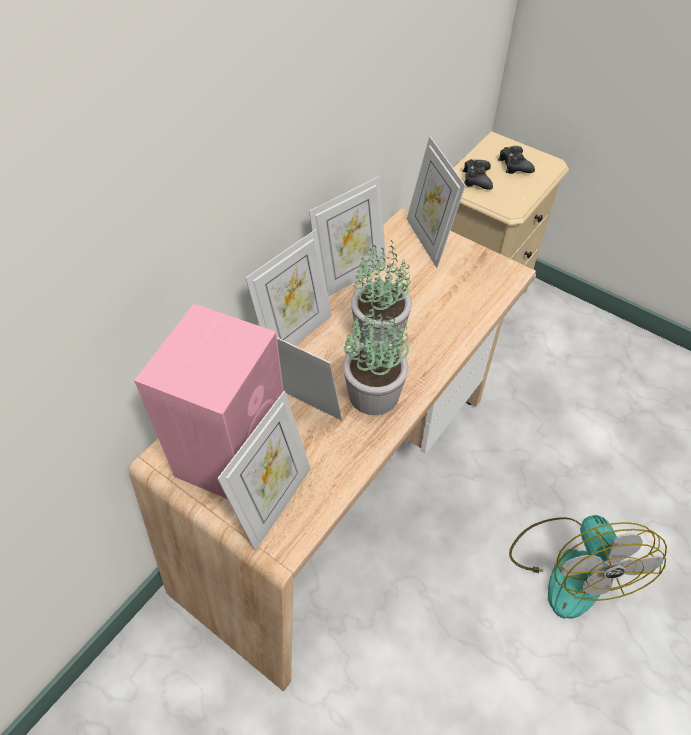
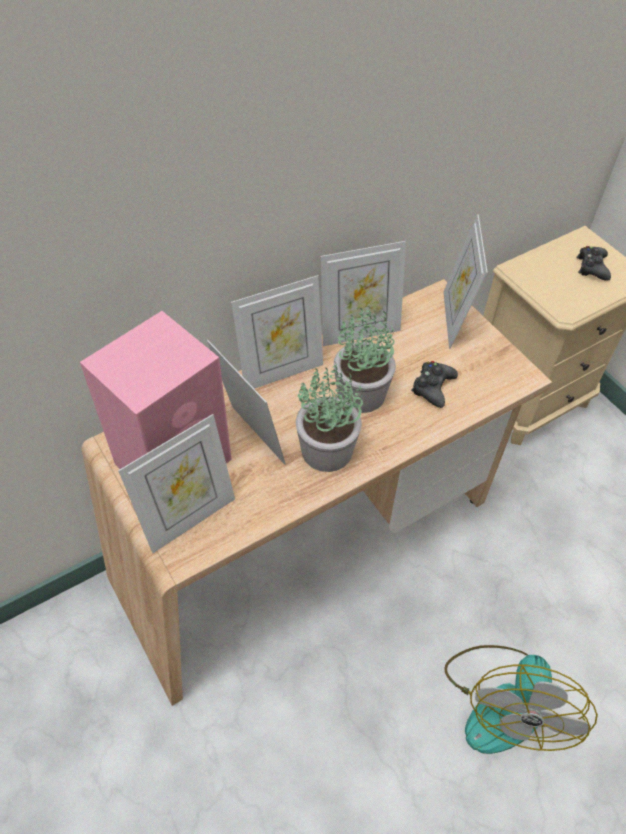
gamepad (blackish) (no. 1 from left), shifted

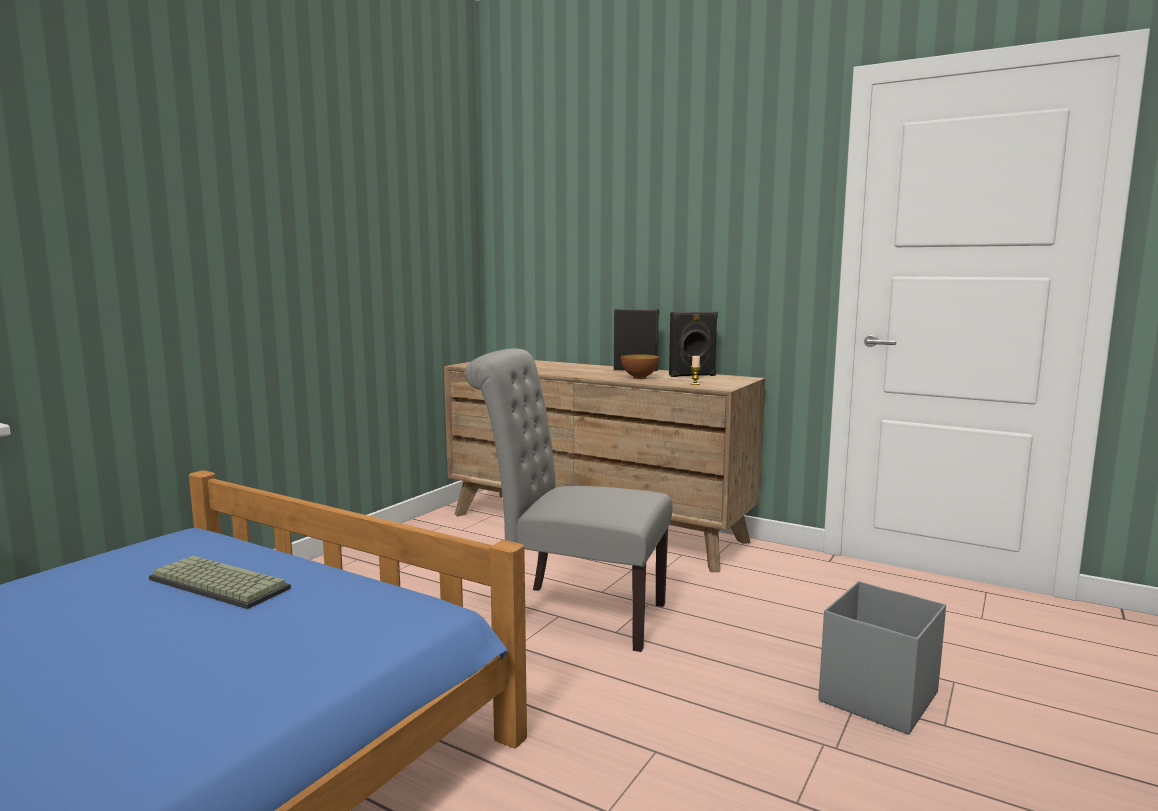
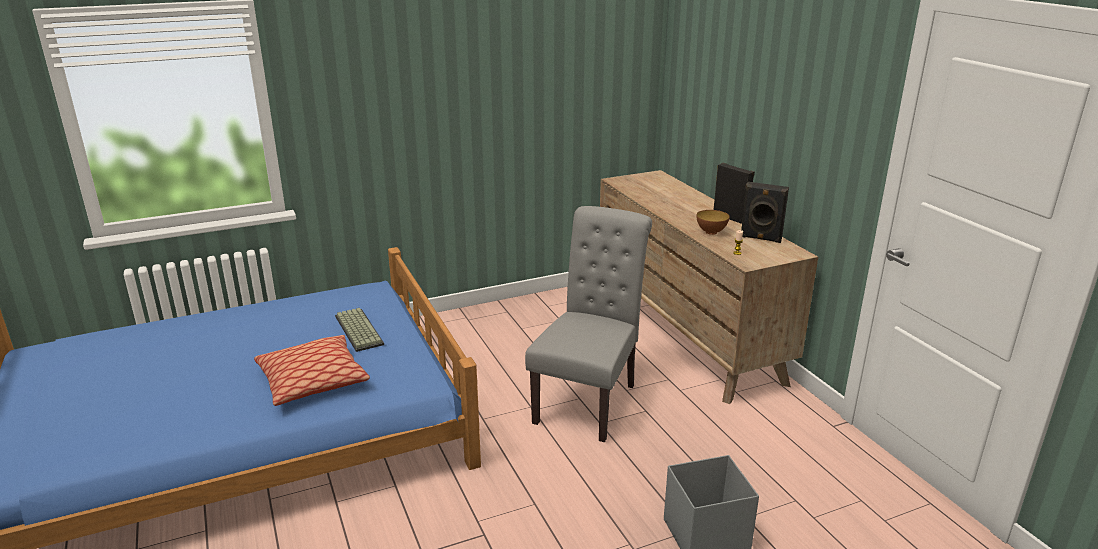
plain chair (gray), 60 degrees clockwise
nothing => cushion

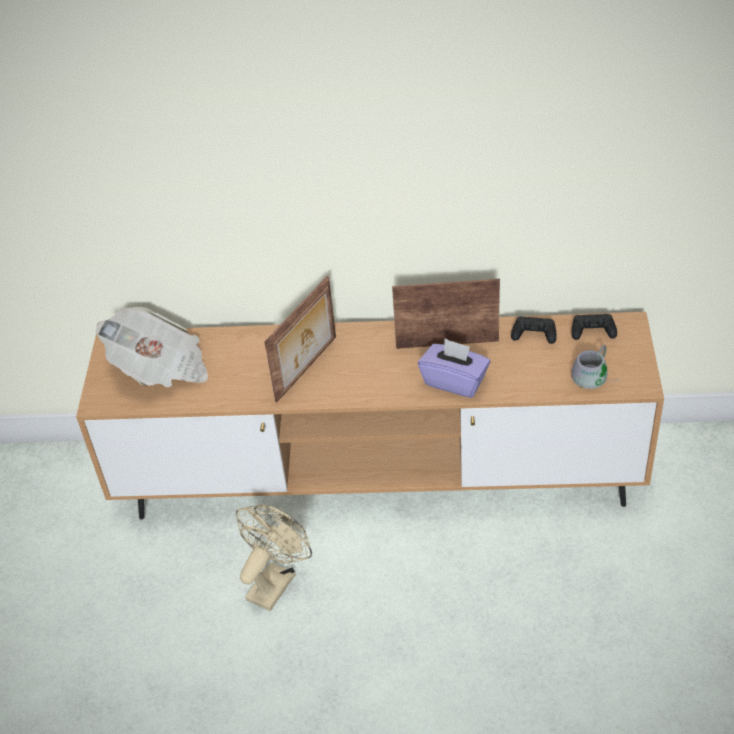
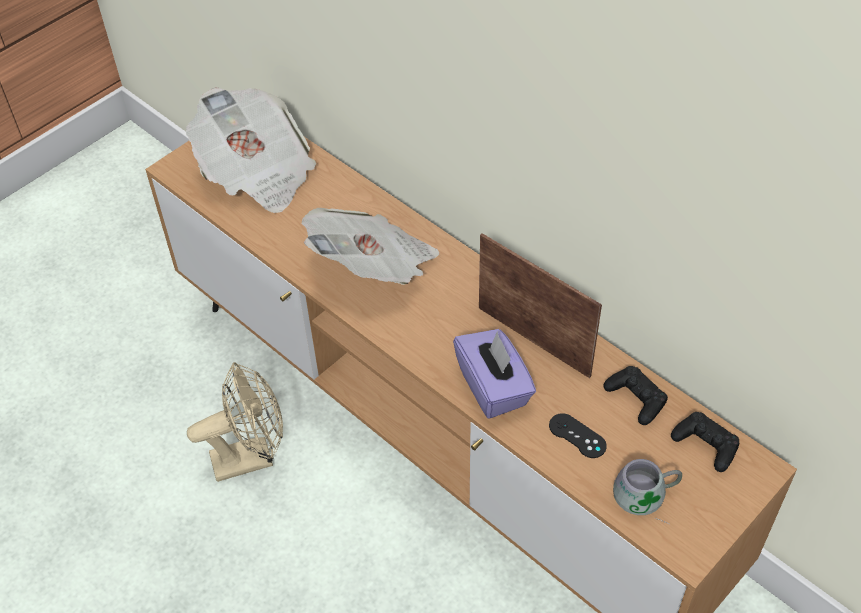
picture frame (no. 1 from left) => daily paper (no. 2 from left)
nothing => gamepad (blackish) (no. 1 from left)

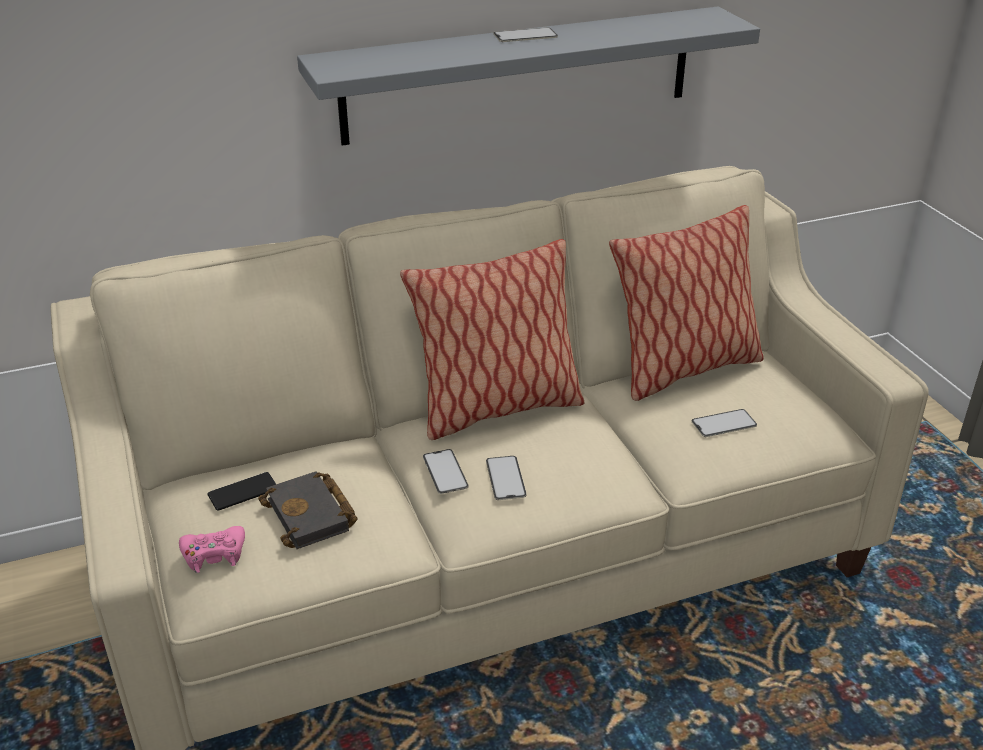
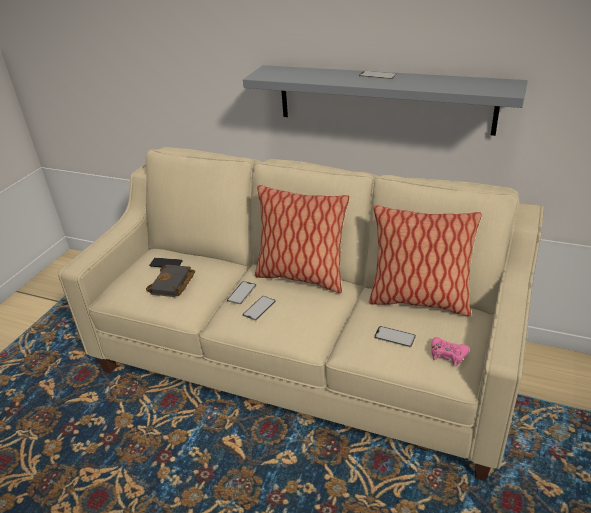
gamepad (pink-coloured), shifted

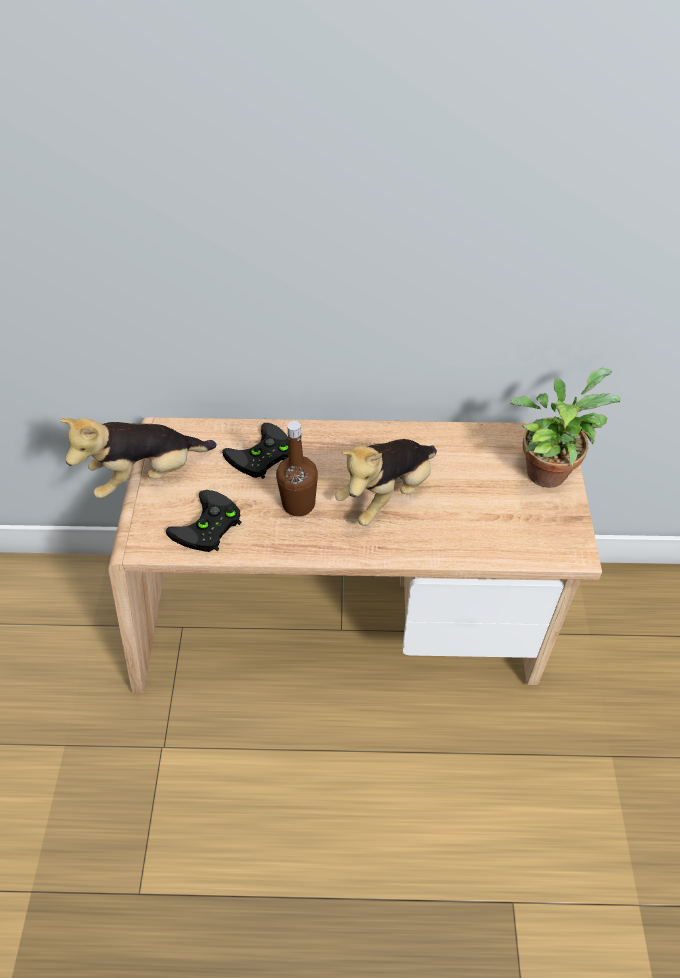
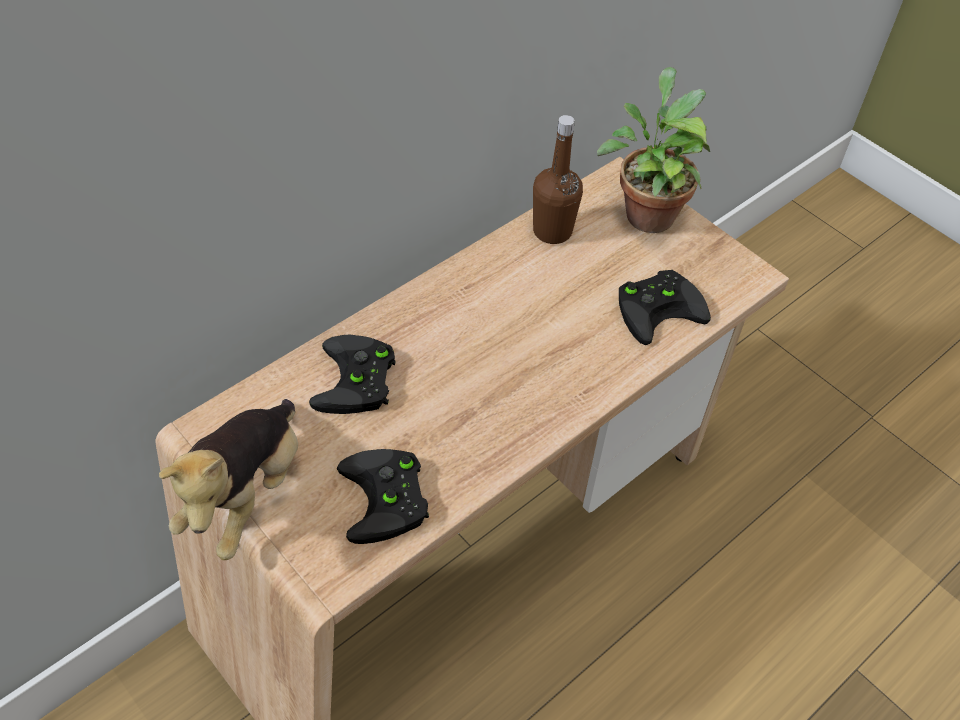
beverage bottle (brown), shifted
soft toy (no. 2 from left) => nothing
nothing => gamepad (blackish) (no. 3 from left)

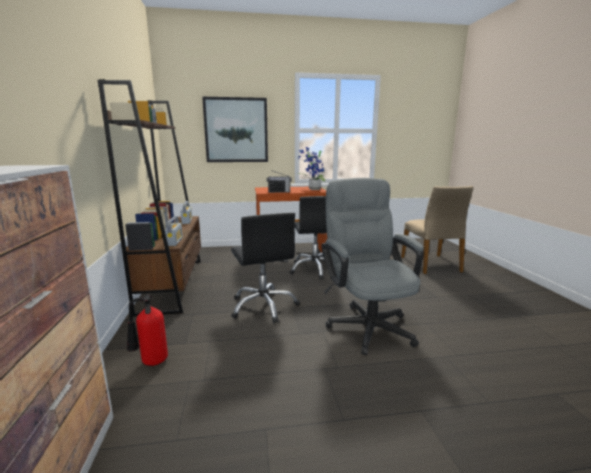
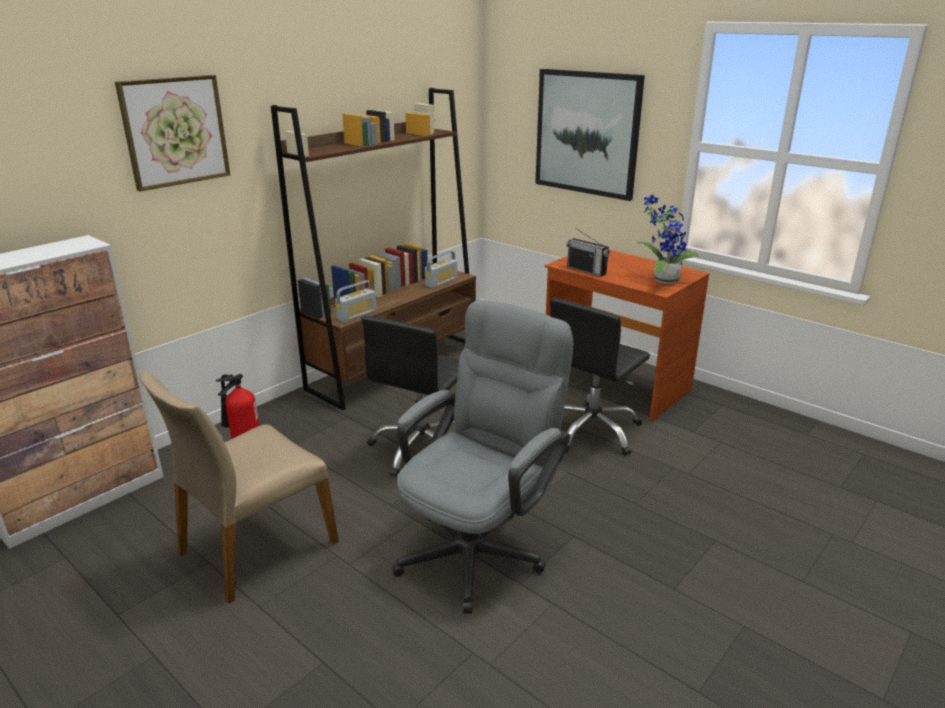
plain chair (beige-coloured), shifted
nothing => wall picture (no. 1 from left)

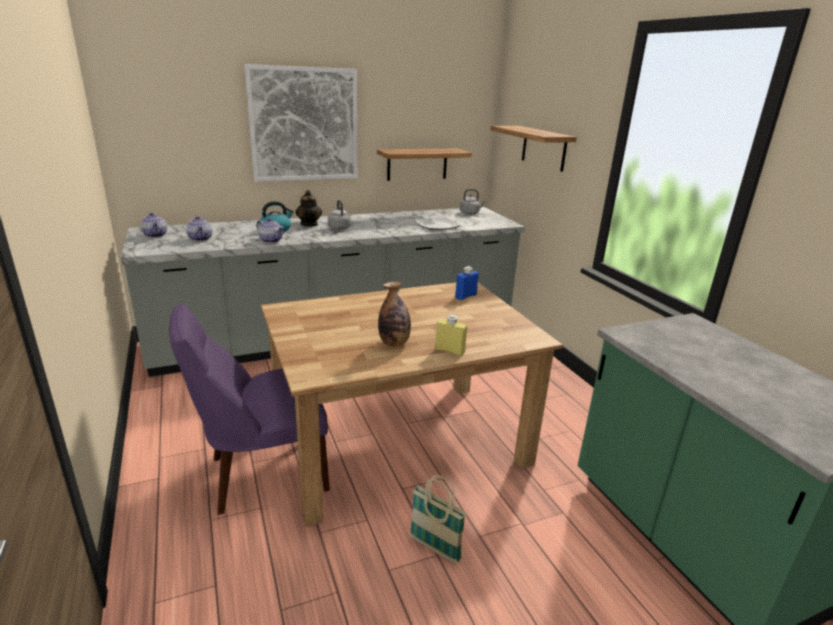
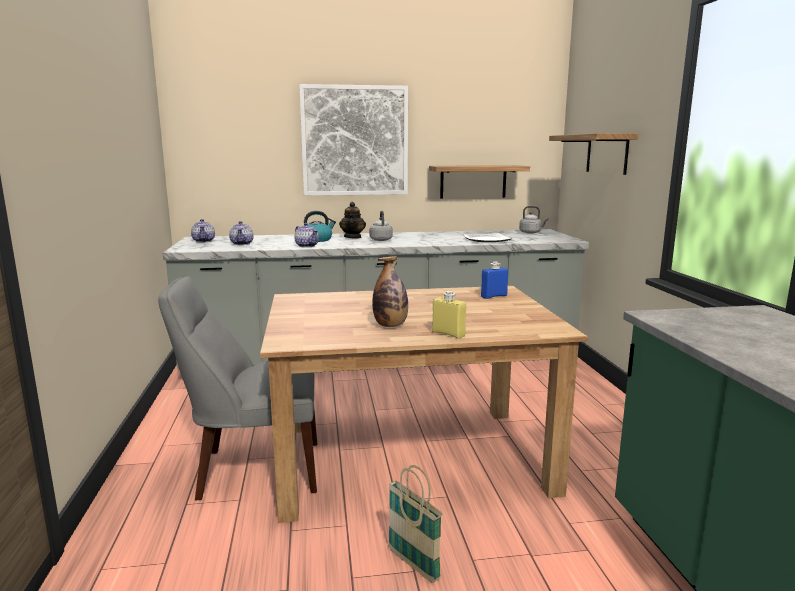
plain chair (purple-coloured) => plain chair (gray)

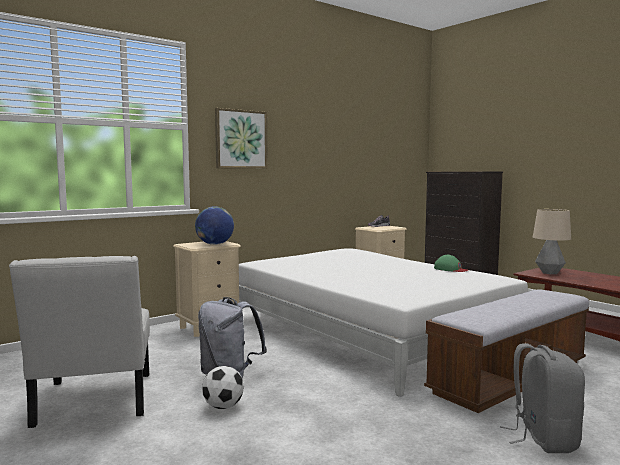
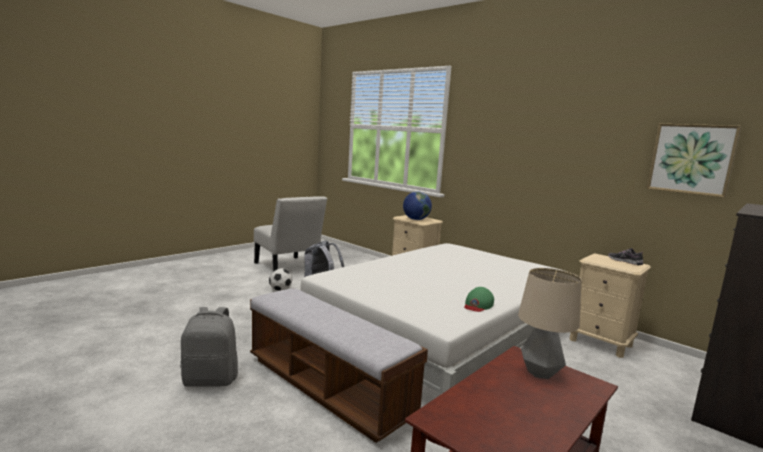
plain chair (white-coloured), 105 degrees counterclockwise
wall picture, shifted

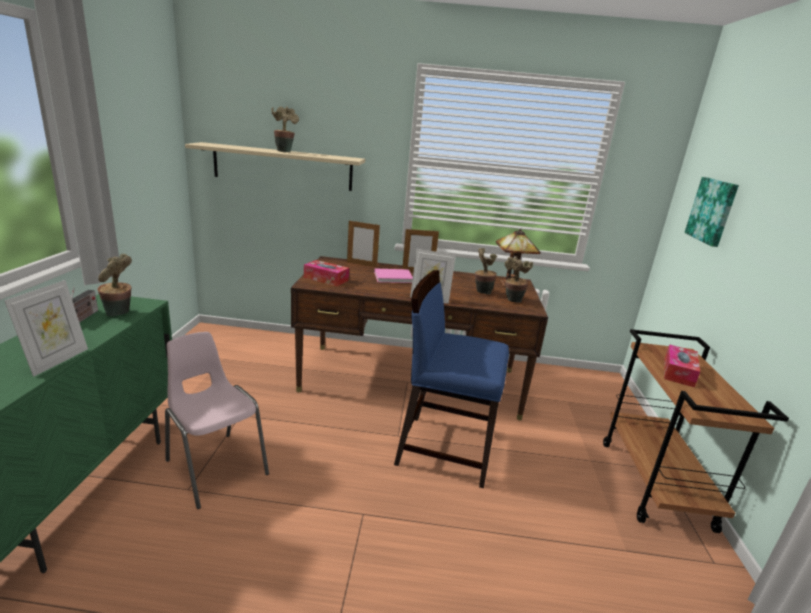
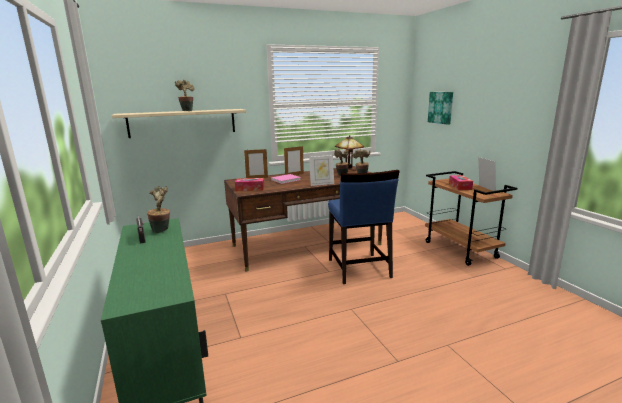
picture frame (no. 1 from left in the first image) => picture frame (no. 4 from left), shifted
plain chair (pink-coloured) => nothing
plain chair (bluish), 90 degrees counterclockwise

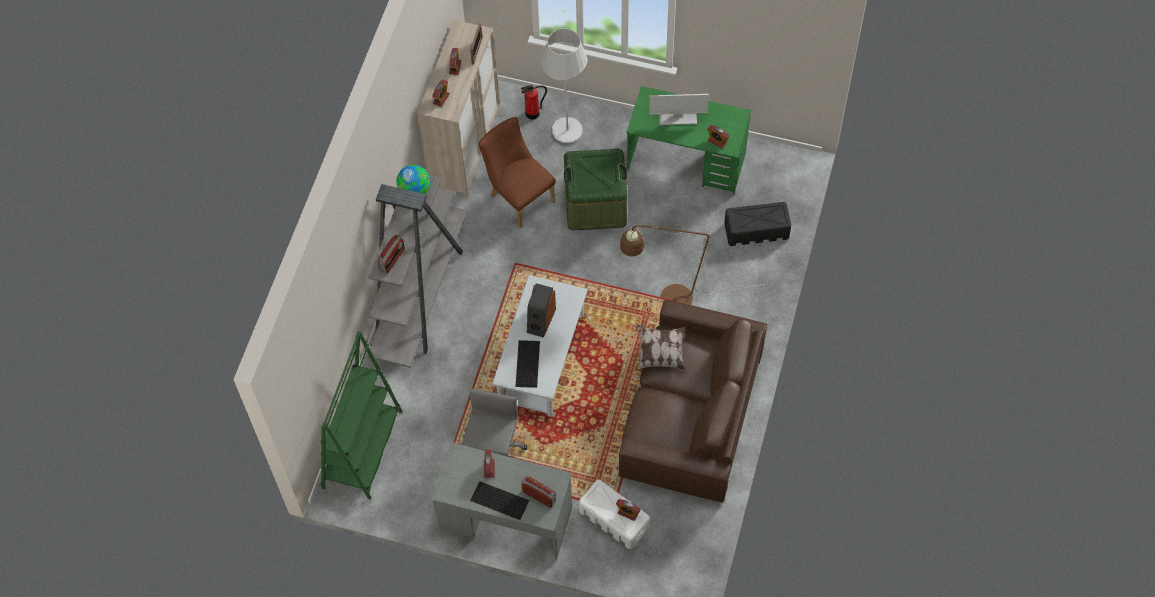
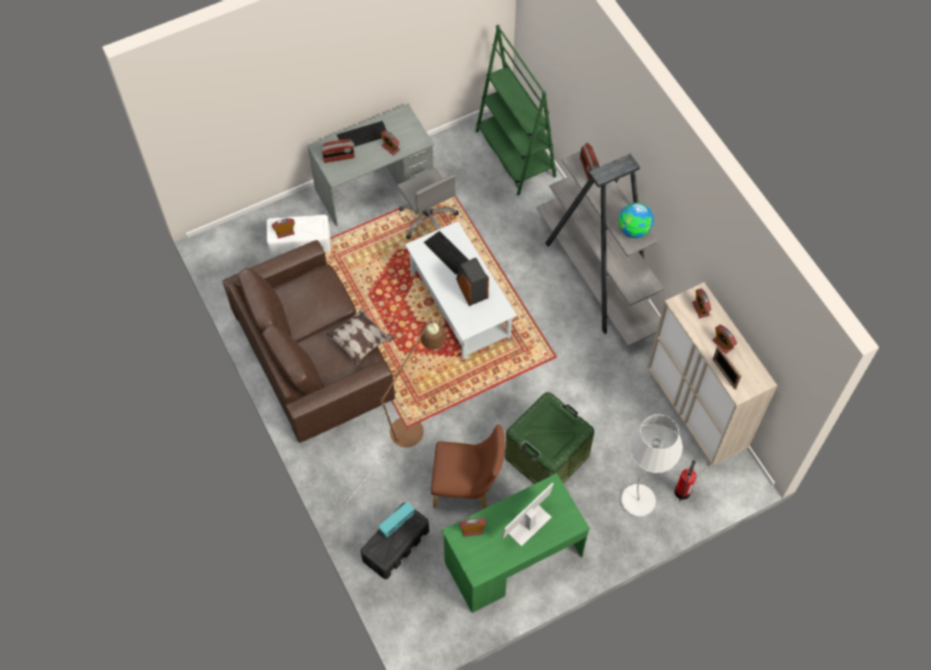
plain chair (brown), shifted
nothing => radio receiver (no. 2 from left)

